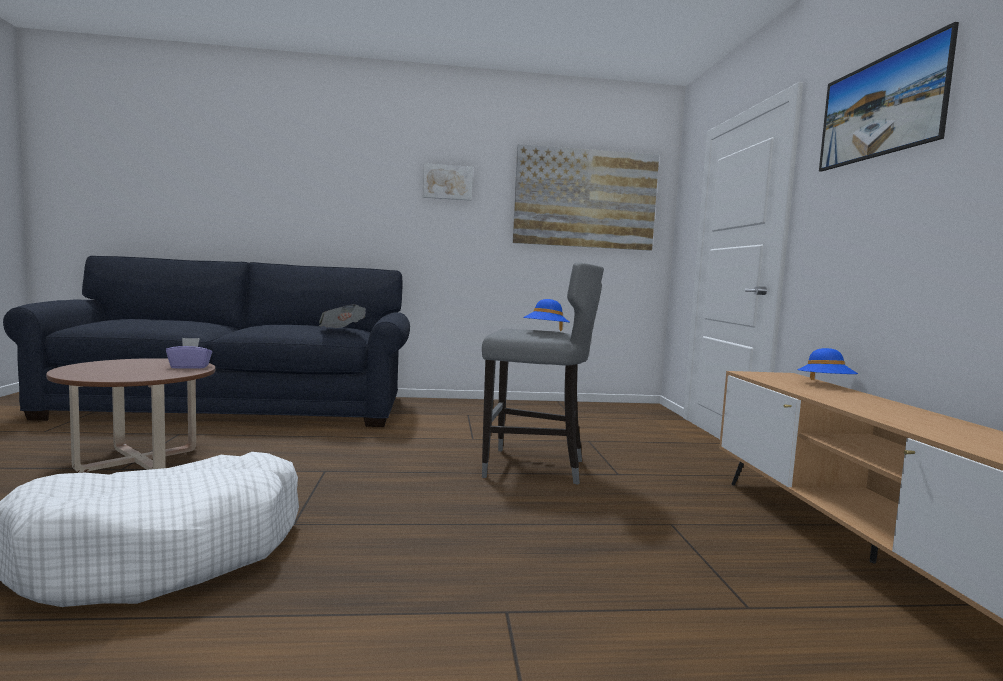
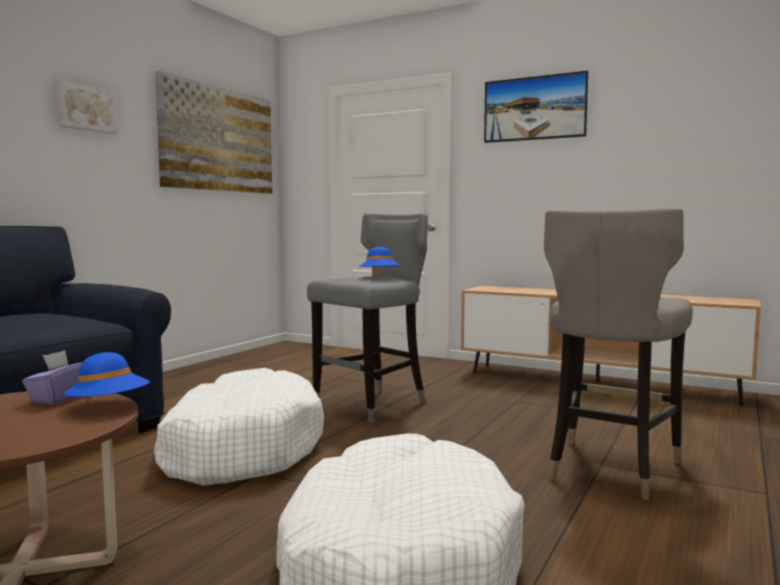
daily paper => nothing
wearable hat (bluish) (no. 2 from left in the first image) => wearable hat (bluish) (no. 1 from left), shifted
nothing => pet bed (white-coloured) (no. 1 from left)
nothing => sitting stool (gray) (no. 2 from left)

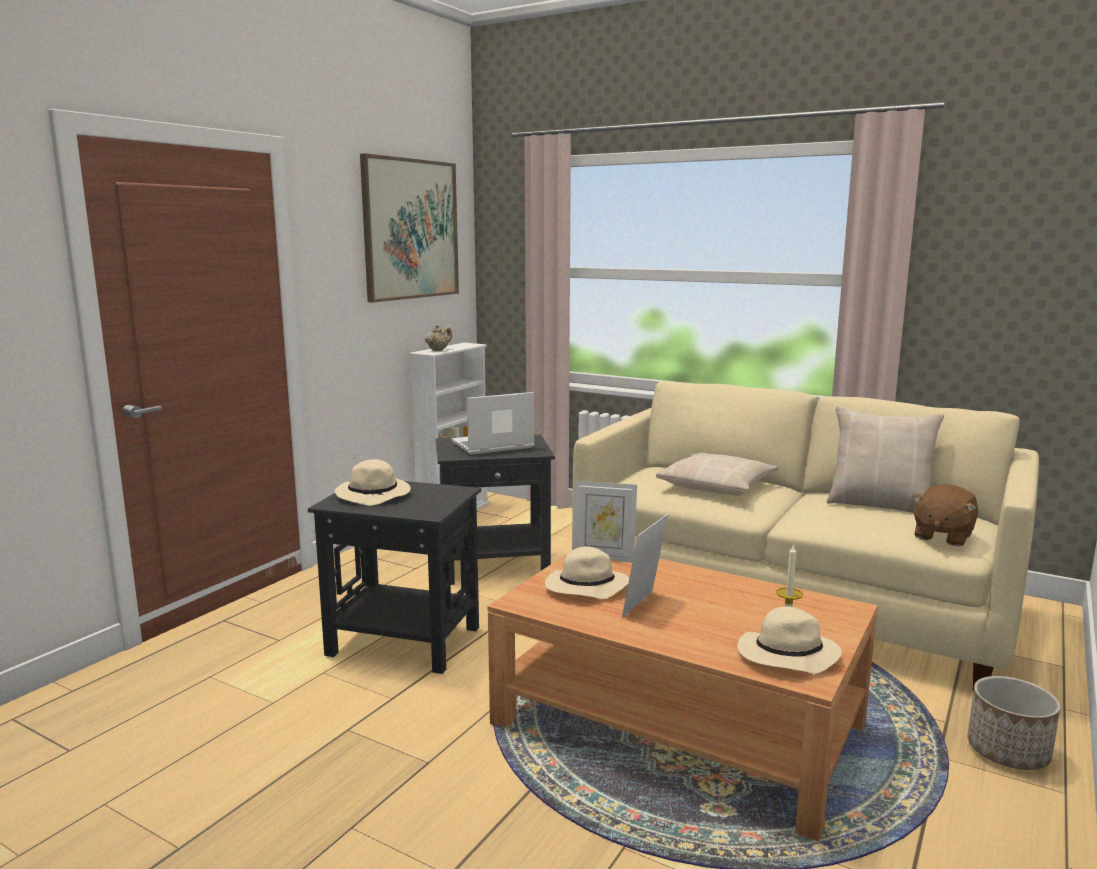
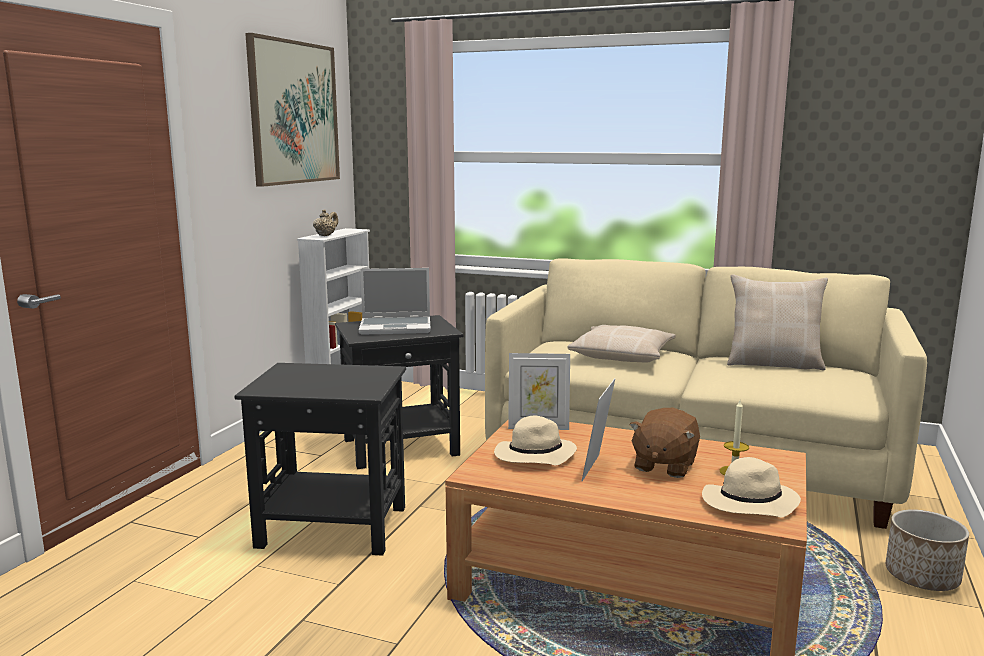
wearable hat (beige-coloured) (no. 1 from left) => nothing
laptop, 150 degrees counterclockwise
soft toy (brown), shifted

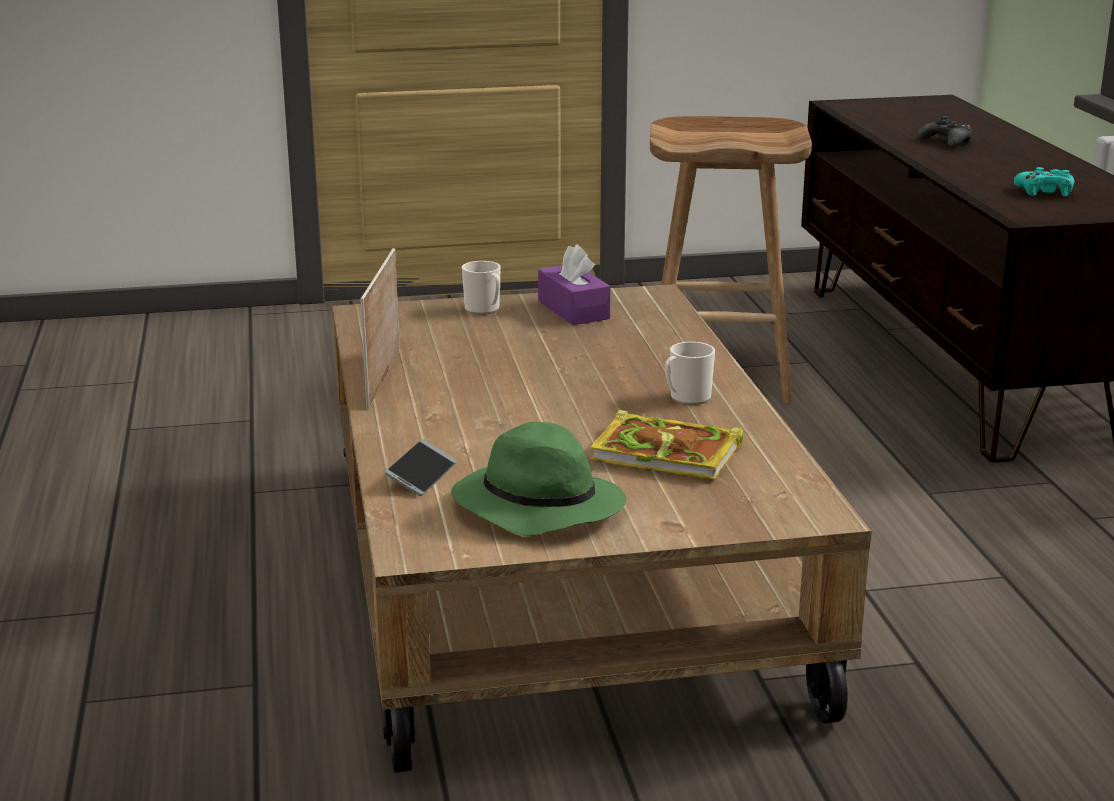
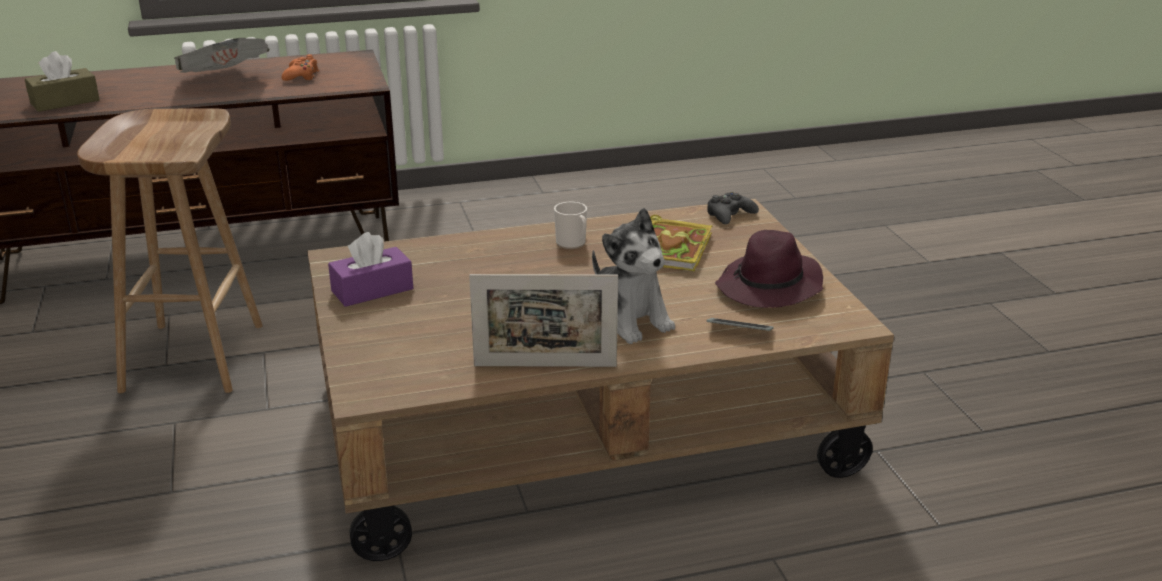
wearable hat (greenish) => wearable hat (purple-coloured)
mug (no. 1 from left) => nothing
gamepad (blackish), shifted
gamepad (turquoise-coloured) => gamepad (orange-coloured)
nothing => tissue holder (brown)
nothing => daily paper
nothing => soft toy

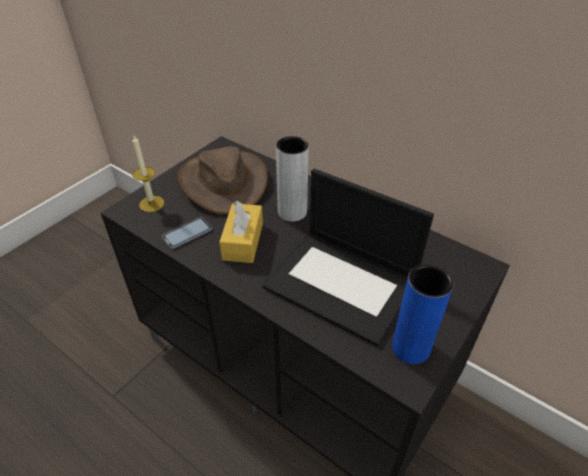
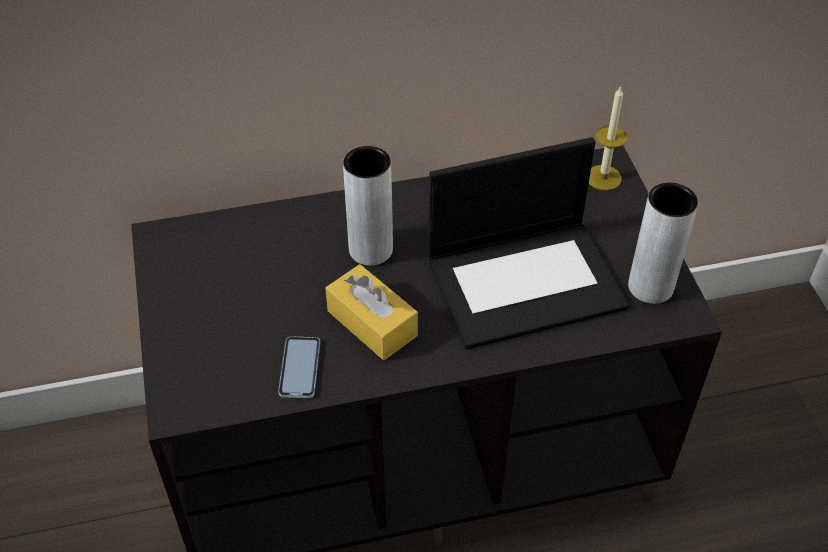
wax light, shifted
wearable hat (brown) => nothing
decorative vase (bluish) => decorative vase (gray) (no. 2 from left)

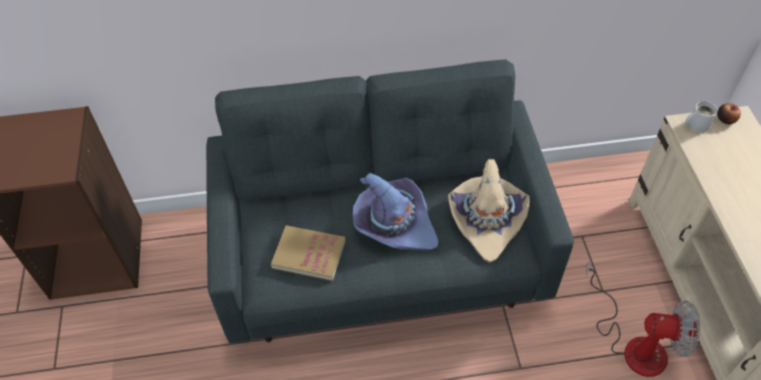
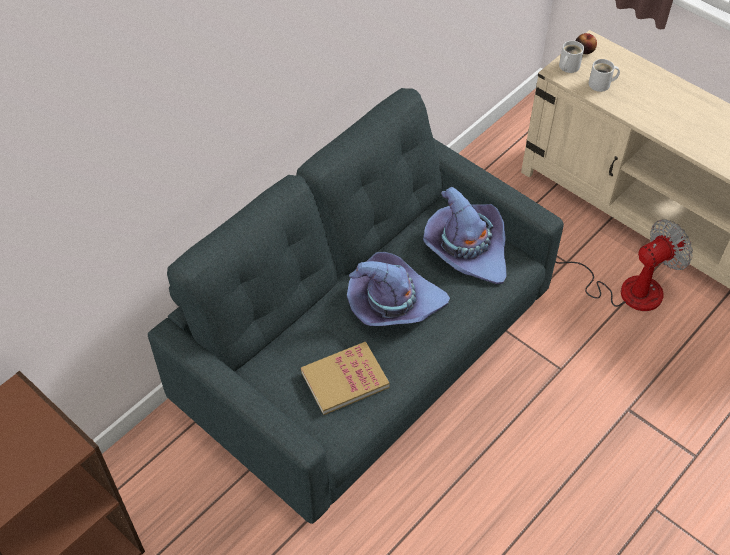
wearable hat (beige-coloured) => wearable hat (purple-coloured) (no. 2 from left)
nothing => mug (white-coloured) (no. 2 from left)

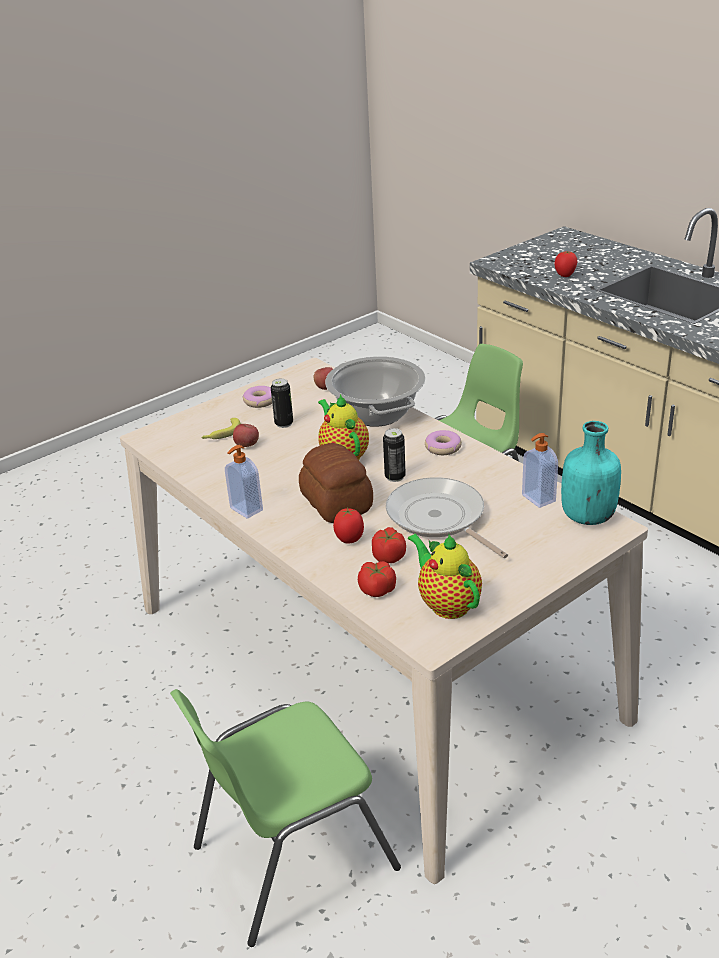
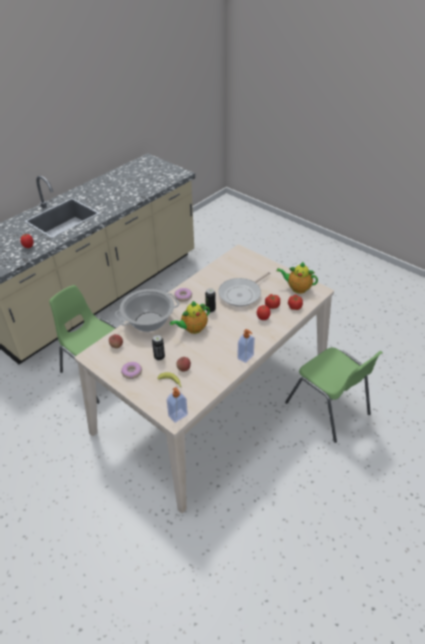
baked bread => nothing
teapot (no. 2 from left), 60 degrees clockwise
soap dispenser (no. 2 from left in the first image) => soap dispenser (no. 1 from left), shifted
beverage bottle (turquoise-coloured) => nothing

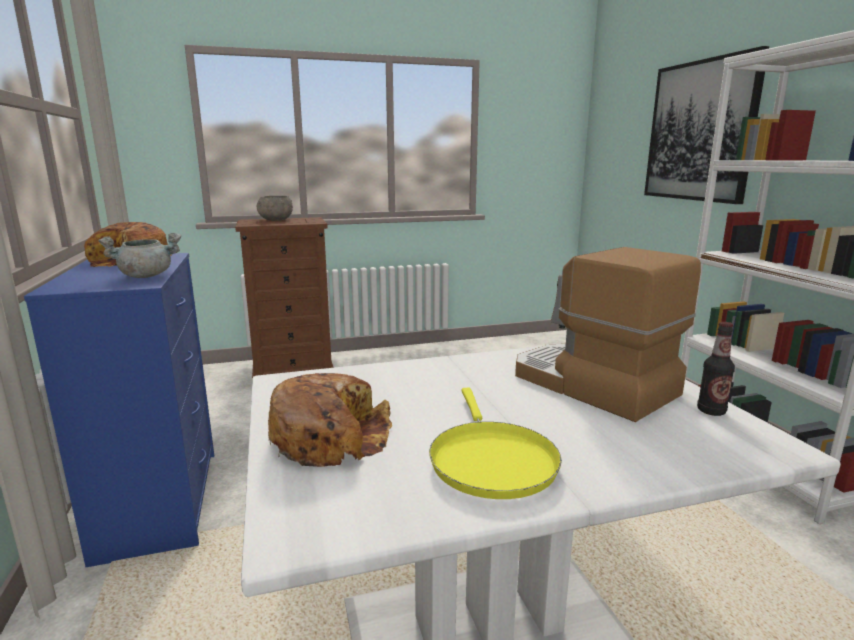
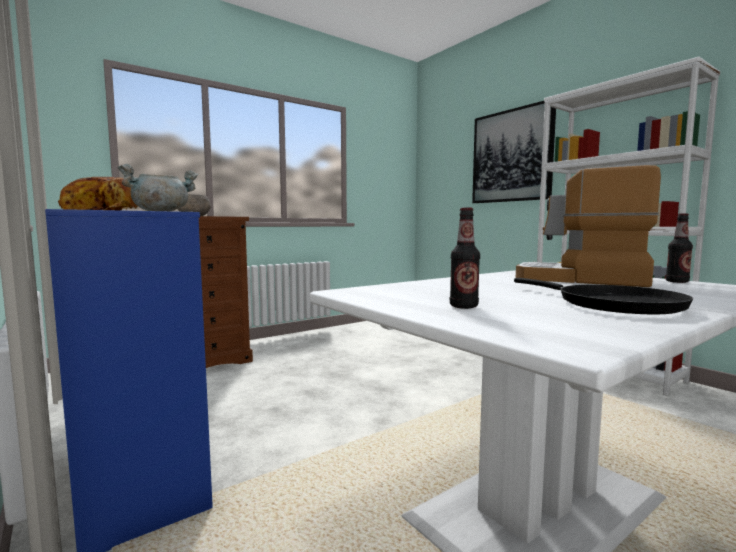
baked bread (no. 2 from left) => beverage bottle (no. 1 from left)
skillet (yellowish) => skillet (blackish)

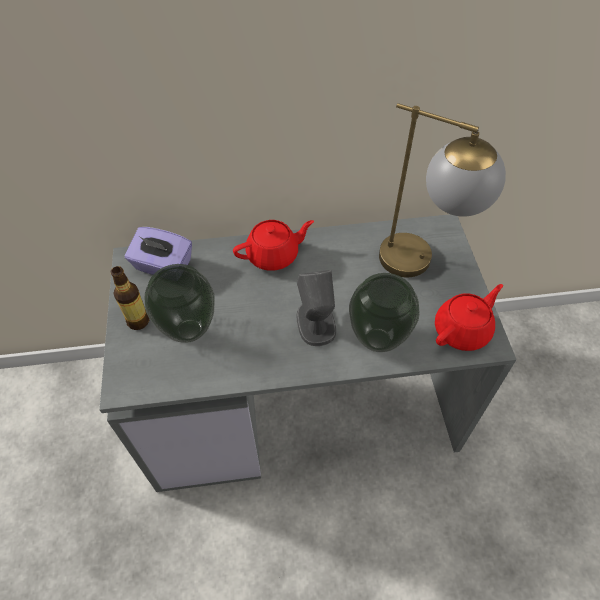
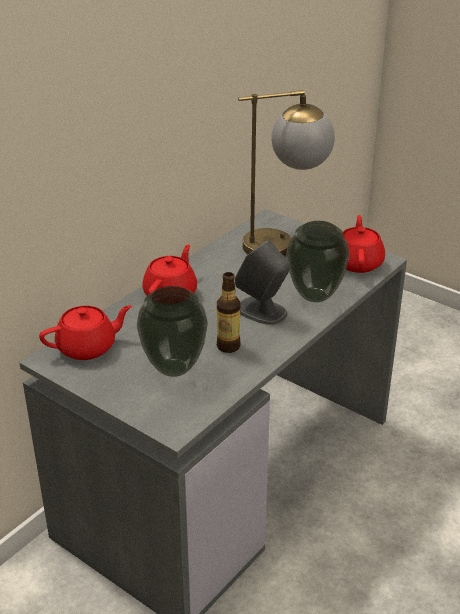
beverage bottle, shifted
tissue holder (purple-coloured) => teapot (red) (no. 1 from left)

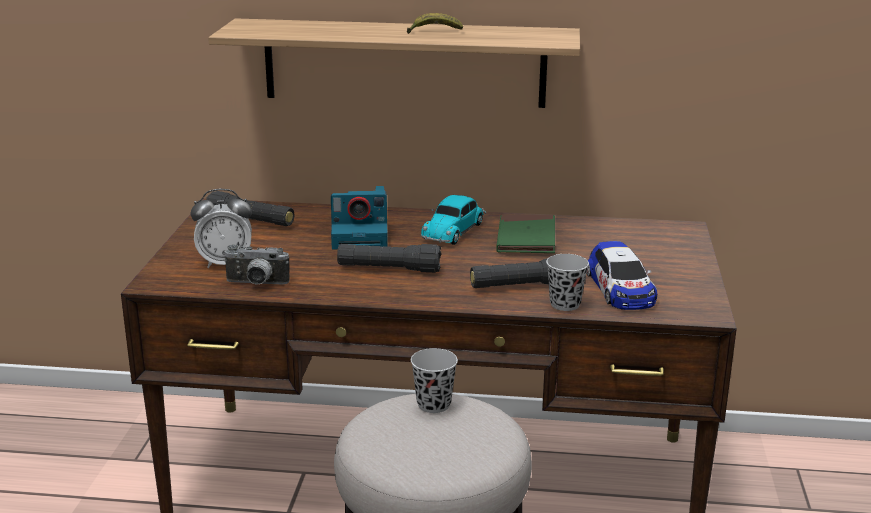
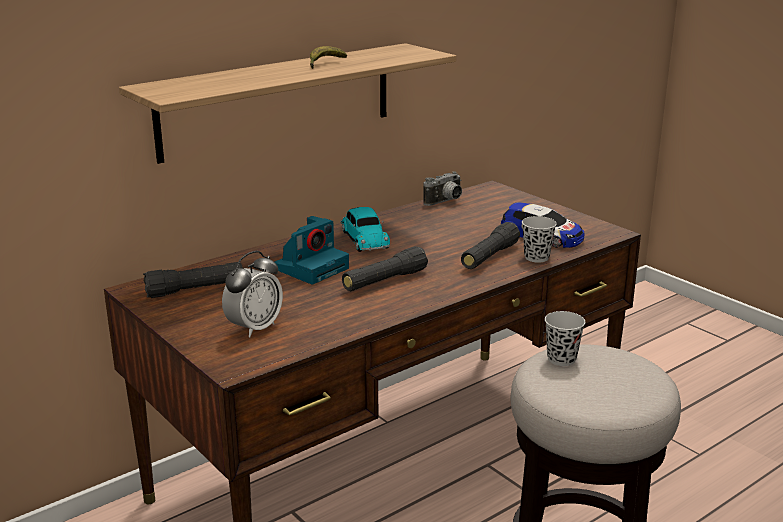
still camera (no. 1 from left in the first image) => still camera (no. 2 from left), shifted
book (greenish) => nothing

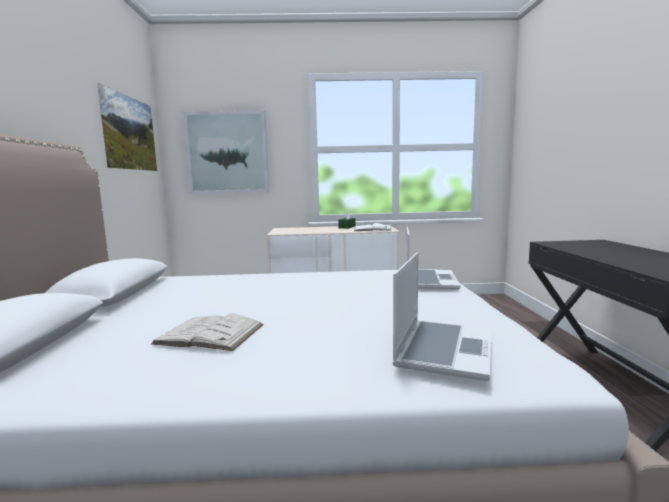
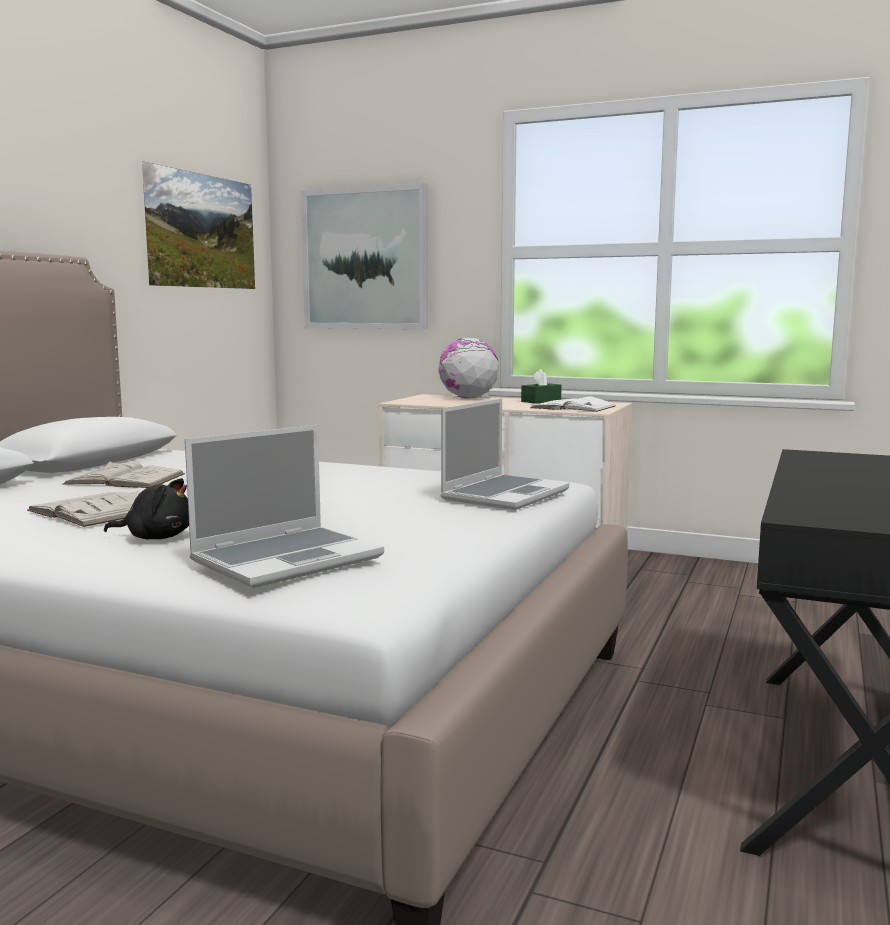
nothing => book (white-coloured) (no. 2 from left)
nothing => soft toy (blackish)
nothing => desk globe

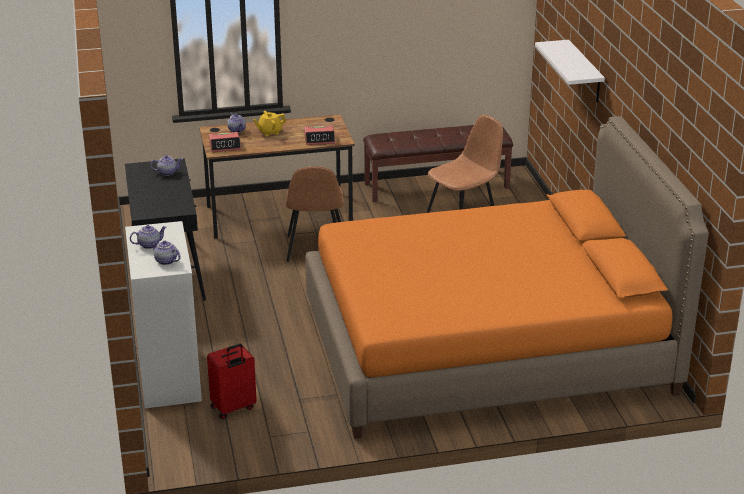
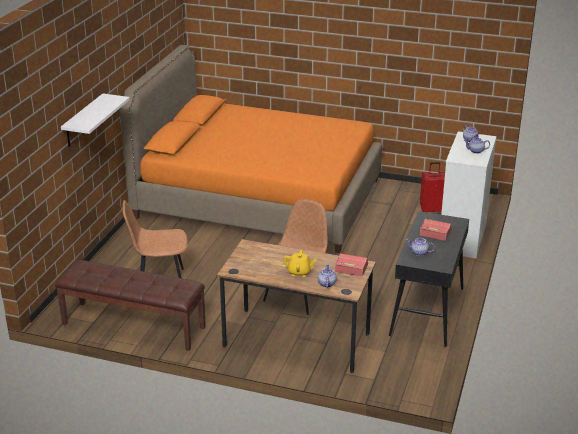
alarm clock (no. 2 from left), shifted

